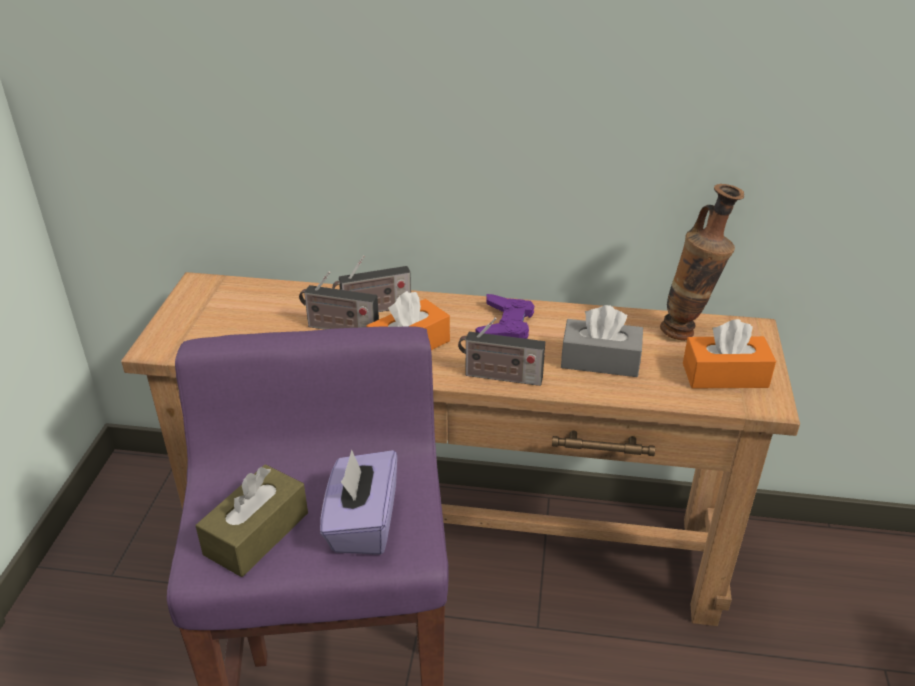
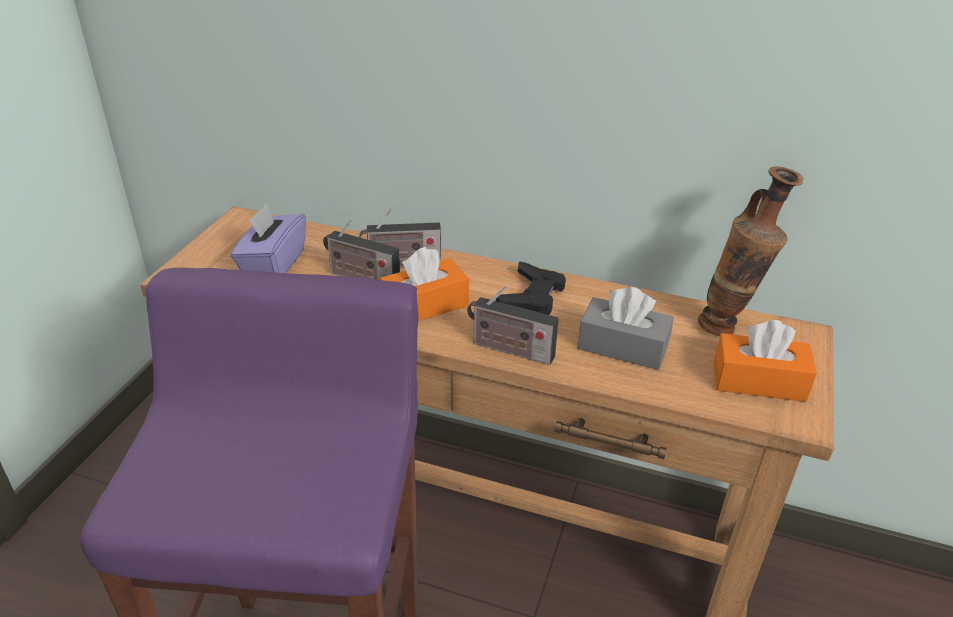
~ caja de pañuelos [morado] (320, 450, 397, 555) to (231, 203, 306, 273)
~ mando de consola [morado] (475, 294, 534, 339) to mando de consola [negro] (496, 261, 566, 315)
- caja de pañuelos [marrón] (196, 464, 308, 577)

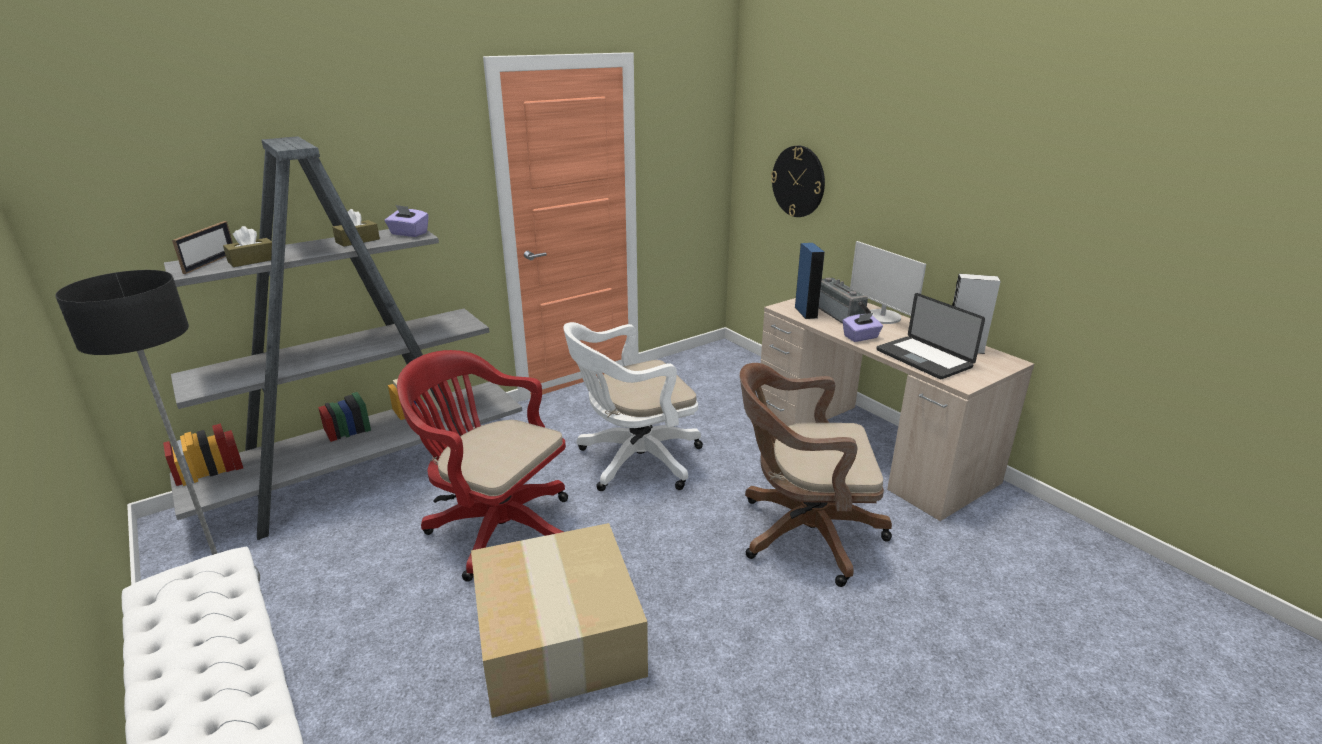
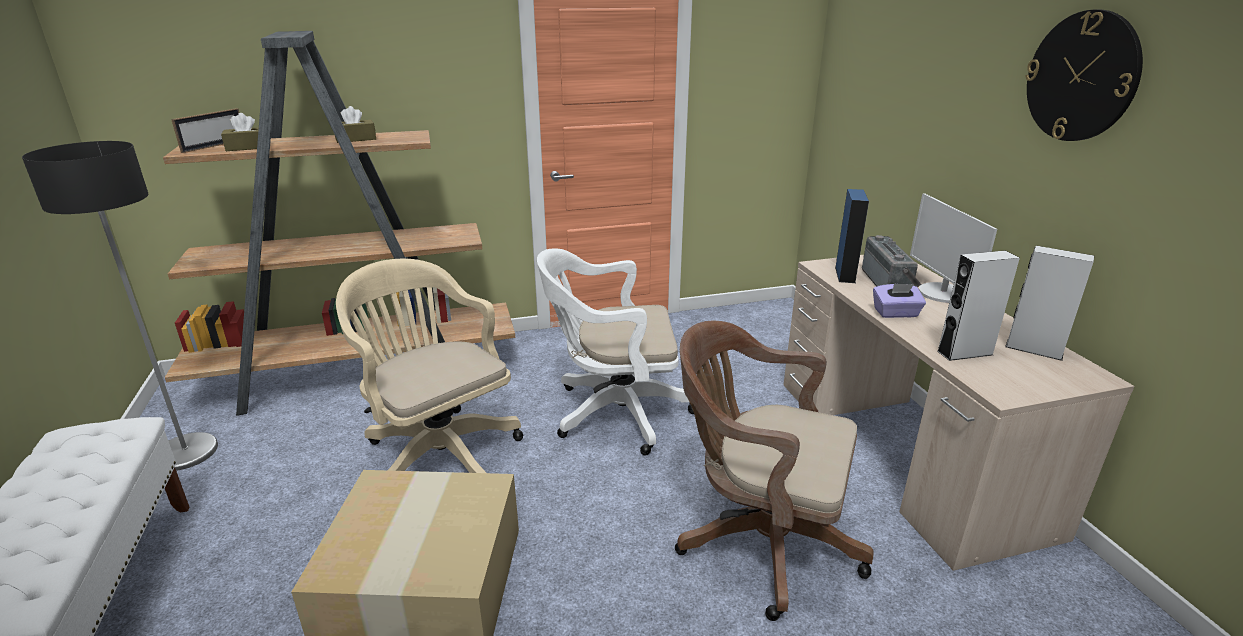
~ estantería [gris] (163, 136, 522, 540) to estantería [marrón] (163, 31, 515, 415)
~ silla de oficina [rojo] (397, 350, 568, 582) to silla de oficina [beis] (336, 259, 524, 473)
~ portátil (877, 293, 985, 379) to altavoz [gris] (937, 251, 1020, 361)
~ reloj de pared (771, 145, 825, 217) to (1025, 10, 1143, 141)
- caja de pañuelos [morado] (385, 205, 429, 237)

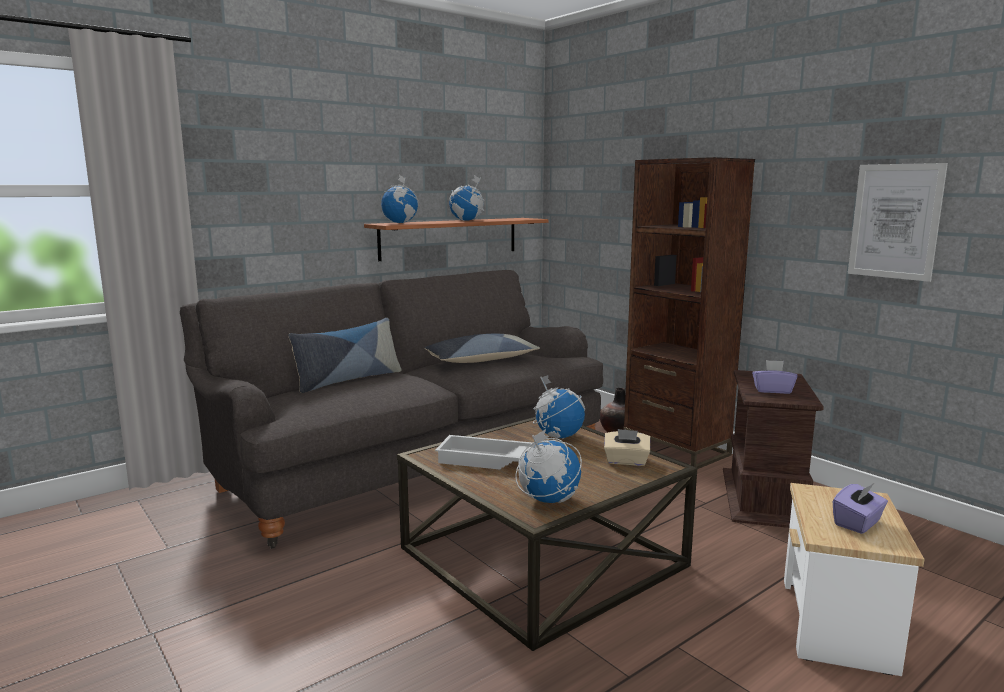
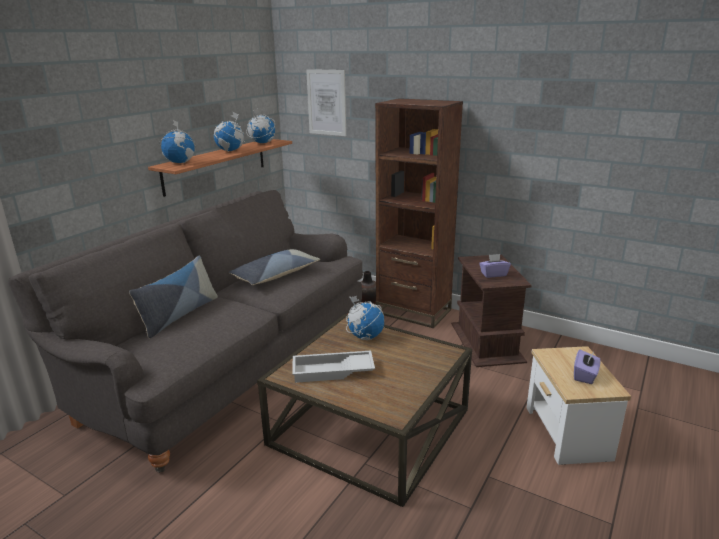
~ globo terráqueo (515, 429, 582, 503) to (246, 108, 275, 143)
~ cuadro (848, 163, 948, 282) to (306, 69, 346, 136)
- caja de pañuelos [beis] (604, 429, 650, 466)

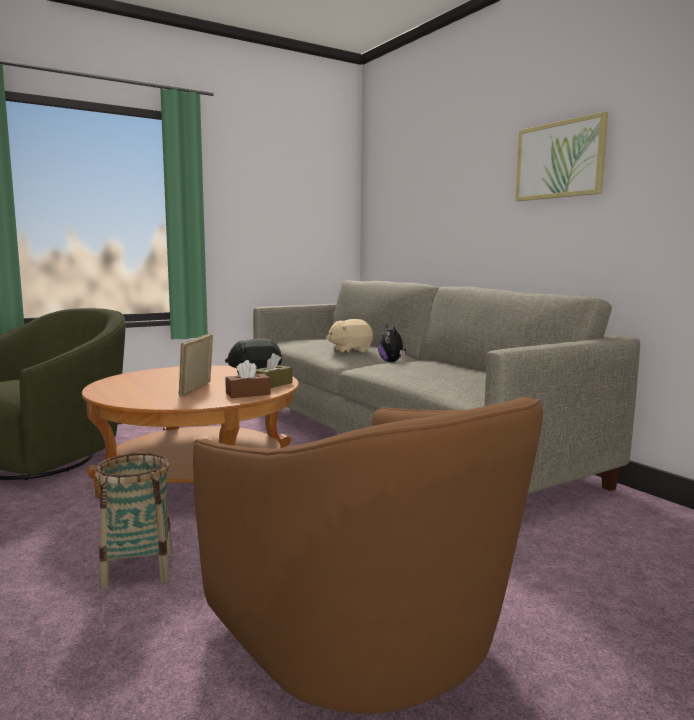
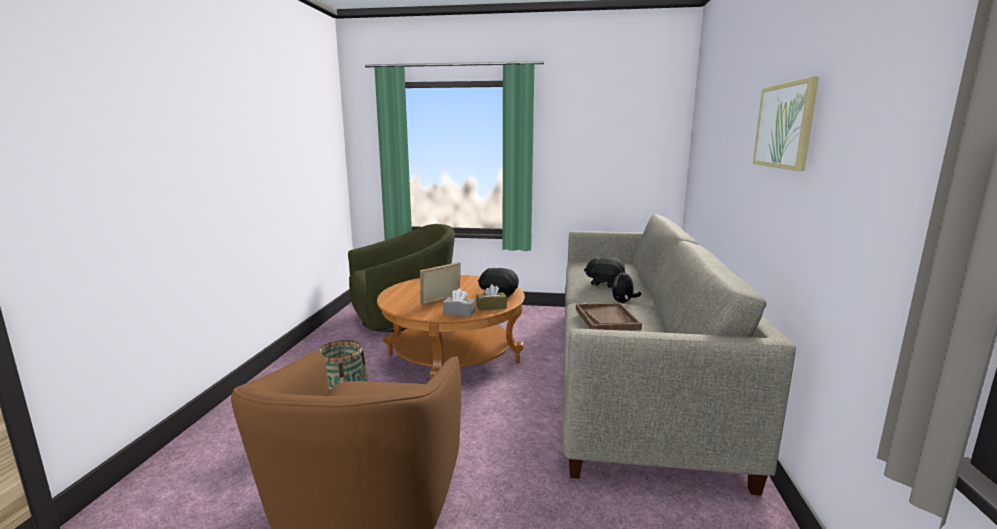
~ caja de pañuelos [marrón] (225, 360, 271, 398) to caja de pañuelos [gris] (443, 289, 476, 317)
+ bandeja [marrón] (576, 302, 642, 330)
~ peluche [beis] (326, 319, 373, 353) to peluche [negro] (584, 257, 625, 288)

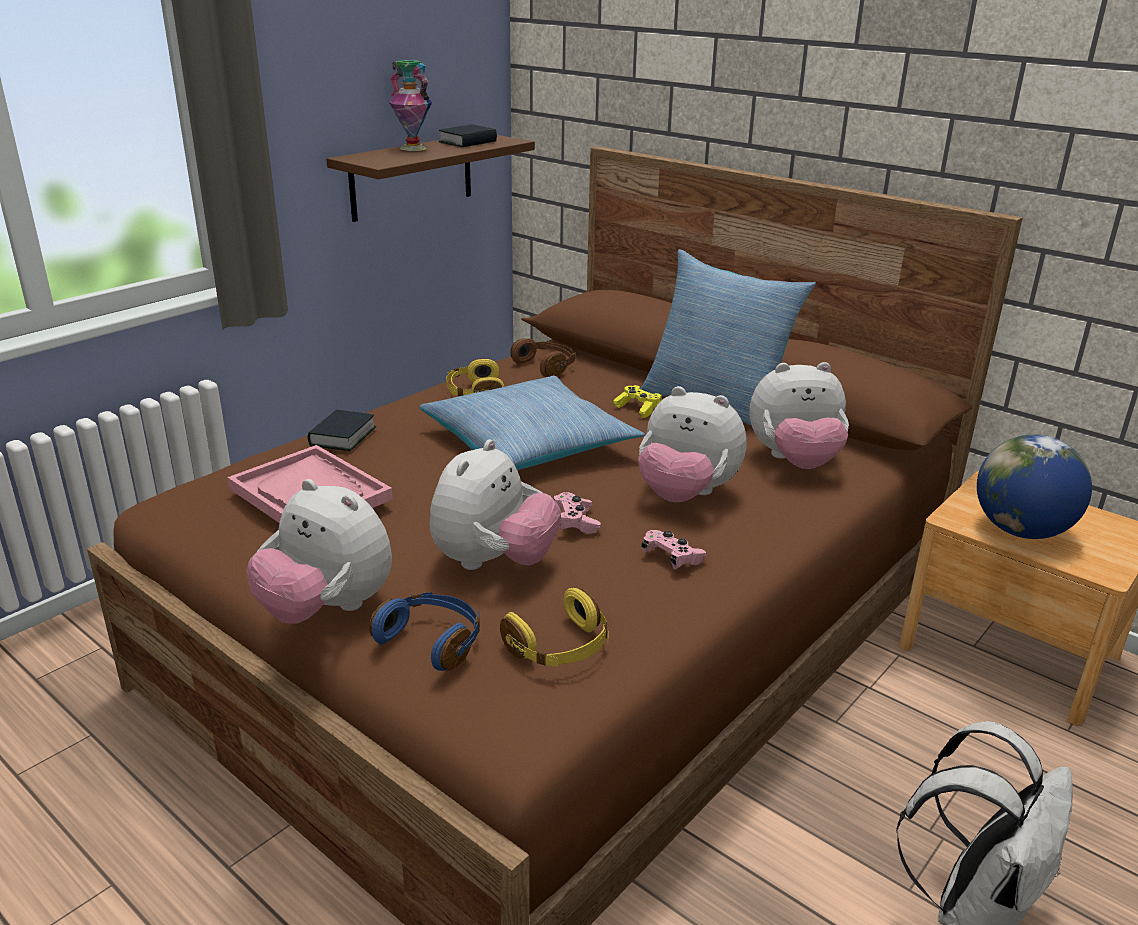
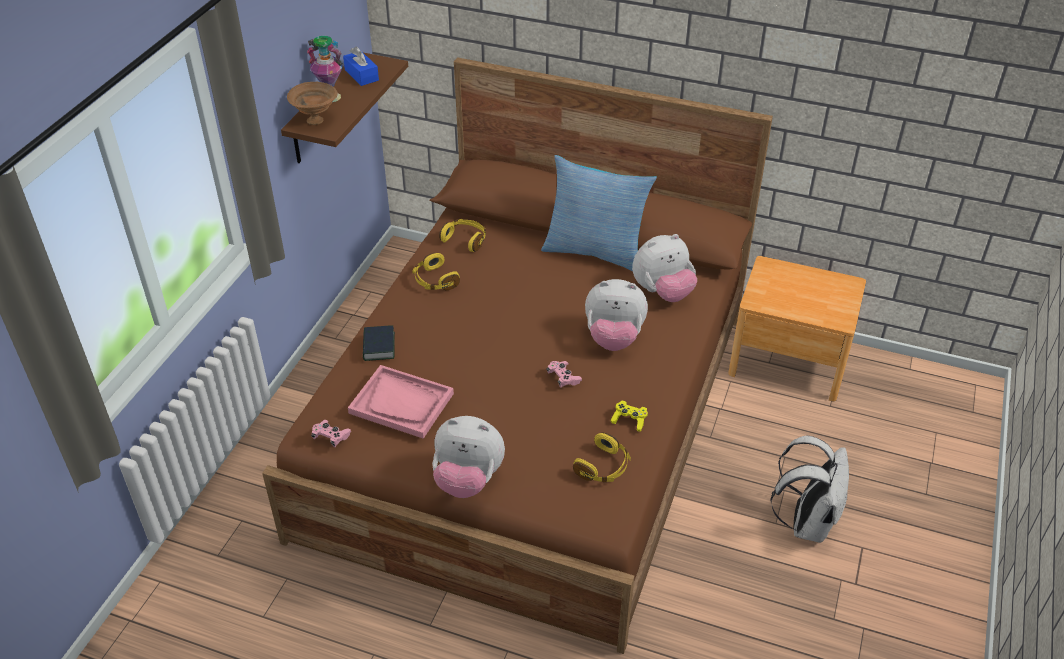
+ cuenco [marrón] (287, 82, 338, 125)
~ mando de consola [rosa] (642, 530, 707, 569) to (311, 420, 351, 447)
~ libro (438, 124, 497, 147) to caja de pañuelos [azul] (343, 47, 379, 86)
~ auriculares [marrón] (510, 338, 576, 377) to auriculares [amarillo] (439, 219, 486, 252)
~ mando de consola [amarillo] (613, 385, 662, 418) to (611, 401, 648, 432)
- auriculares [azul] (369, 592, 480, 671)
- cojín (419, 376, 645, 470)
- peluche (430, 439, 561, 570)
- globo terráqueo (977, 435, 1092, 539)

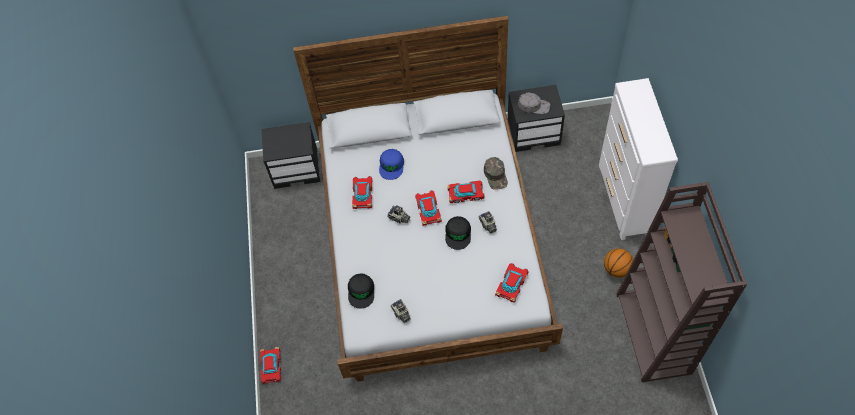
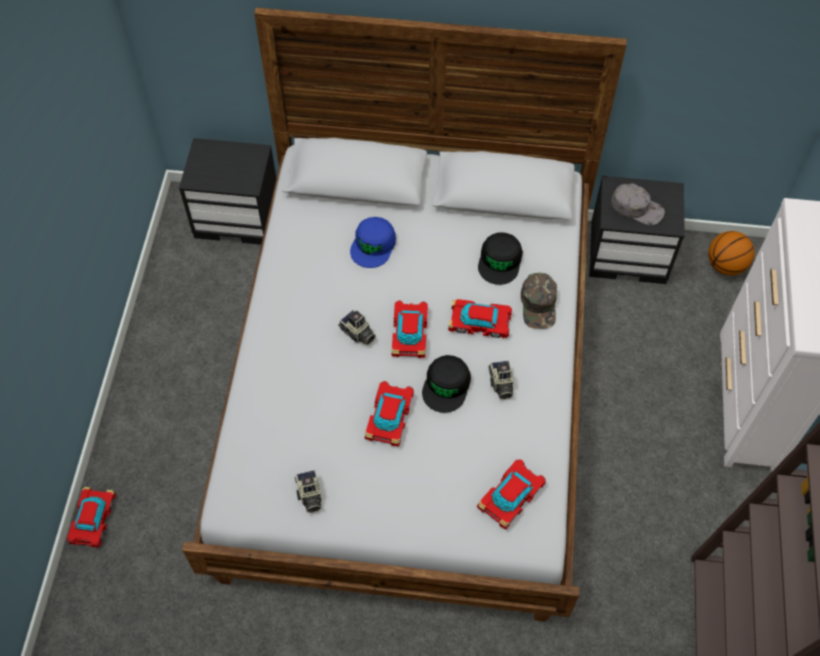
~ coche de juguete (352, 176, 372, 209) to (365, 381, 414, 447)
~ gorra [negro] (348, 273, 374, 309) to (478, 232, 523, 285)
~ balón de baloncesto (604, 249, 633, 278) to (708, 231, 755, 275)

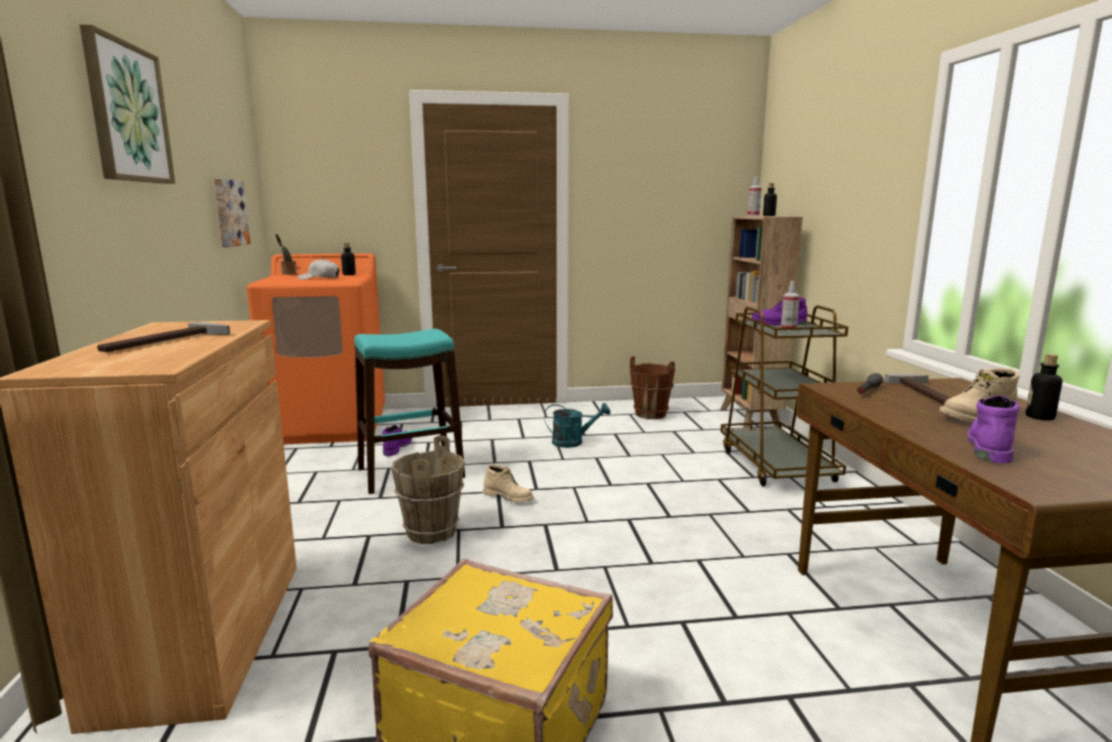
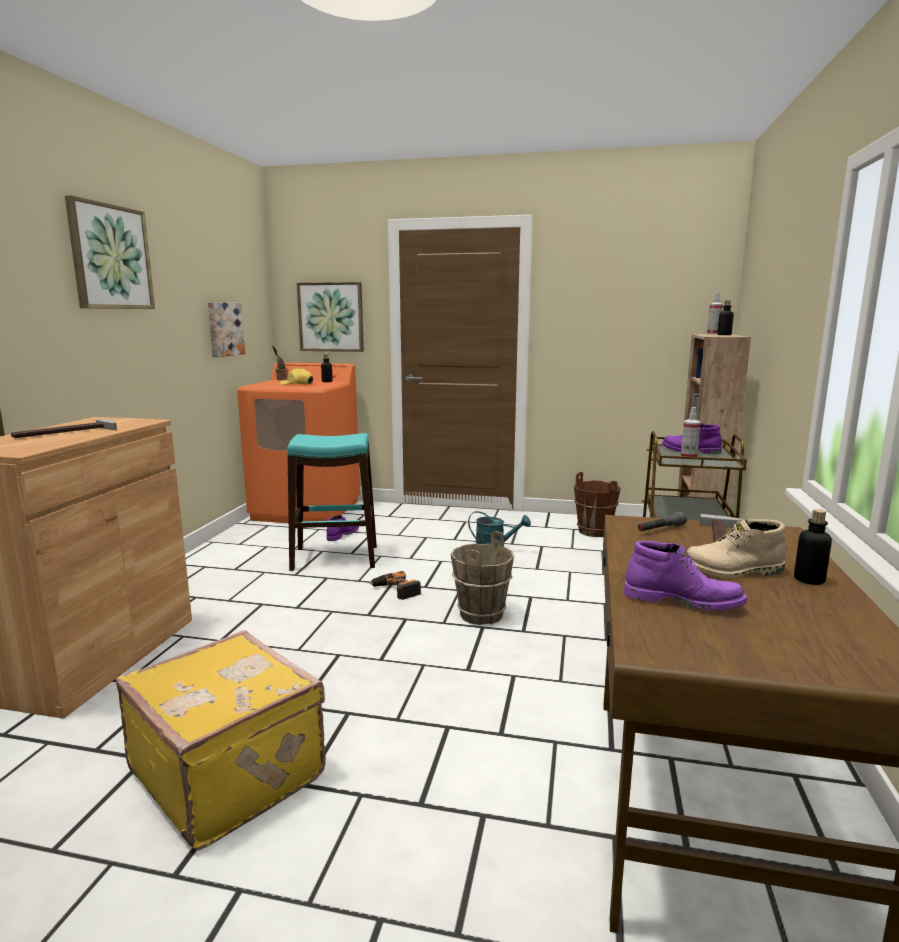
~ gorra [blanco] (298, 259, 339, 280) to gorra [amarillo] (279, 368, 313, 385)
+ cuadro (297, 282, 364, 352)
~ bota [beis] (483, 465, 534, 502) to taladro (370, 571, 421, 600)
~ cubo [marrón] (391, 435, 465, 544) to (451, 531, 514, 625)
~ bota [morado] (968, 395, 1019, 463) = (624, 541, 747, 610) 60 degrees clockwise

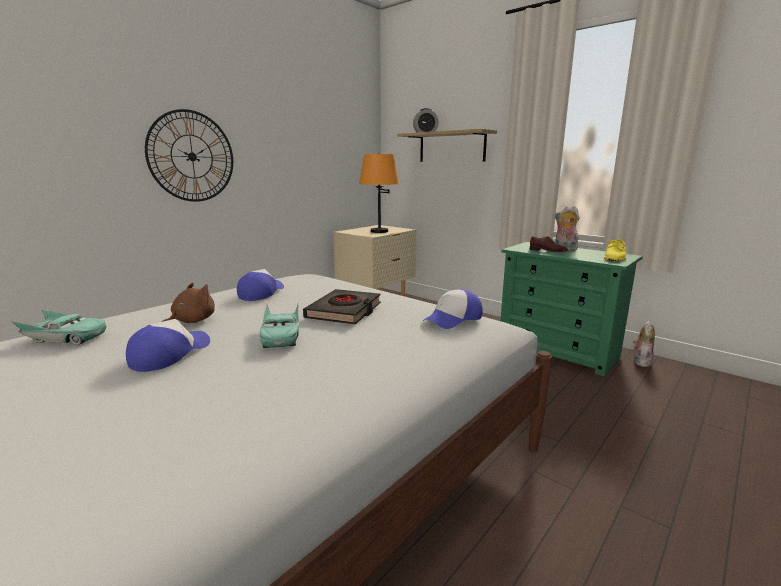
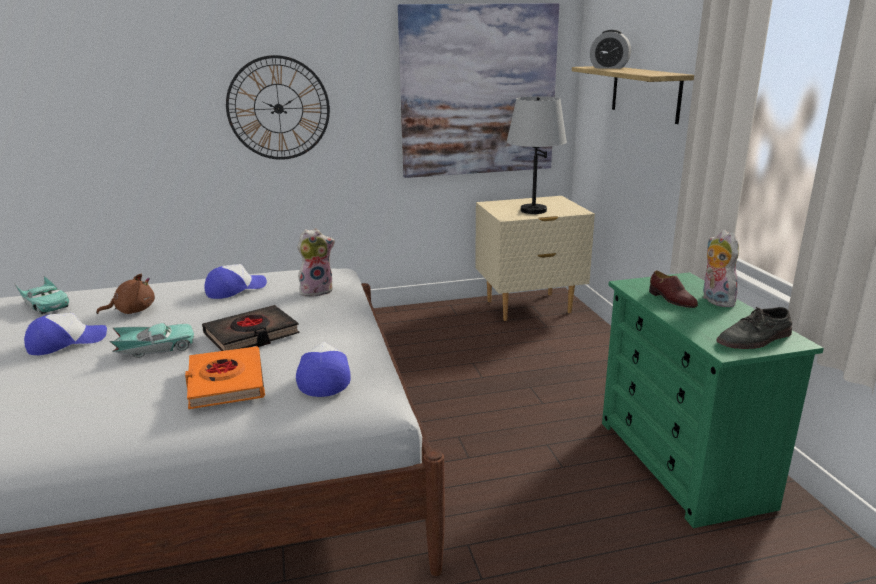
~ coche de juguete [turquesa] (260, 304, 299, 348) = (110, 323, 194, 358) 135 degrees counterclockwise
+ libro [naranja] (185, 346, 265, 409)
~ gorra (423, 289, 483, 329) = (296, 342, 351, 397) 90 degrees clockwise
~ peluche (632, 321, 655, 367) to (297, 228, 335, 297)
+ cuadro (398, 3, 559, 178)
~ lámpara de mesa [naranja] (359, 153, 399, 233) to lámpara de mesa [gris] (507, 96, 567, 214)
~ zapato [amarillo] (604, 239, 626, 261) to zapato [gris] (716, 307, 792, 349)

